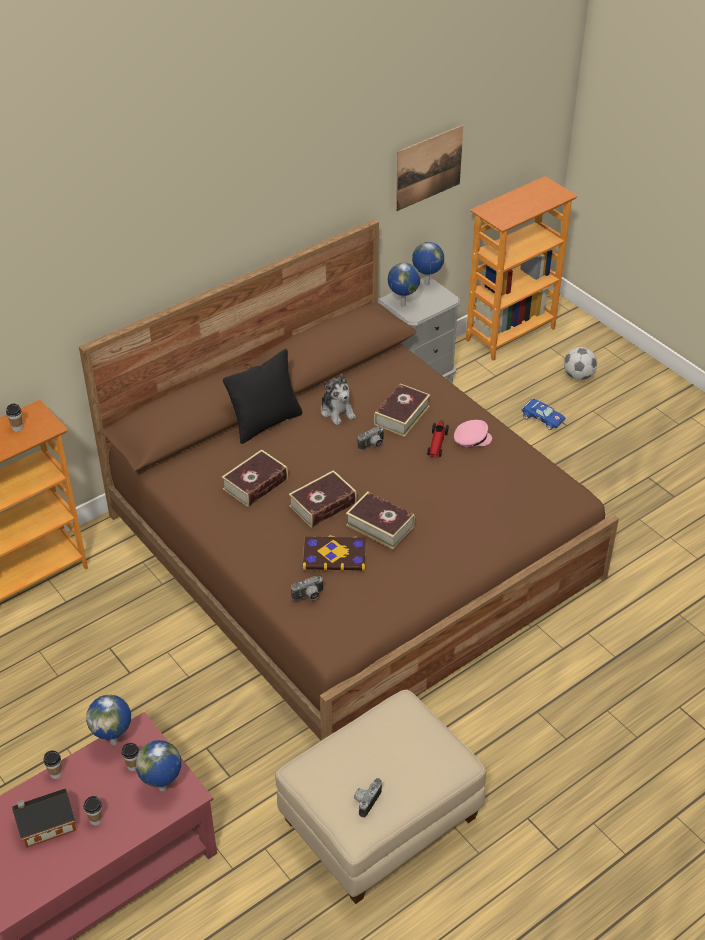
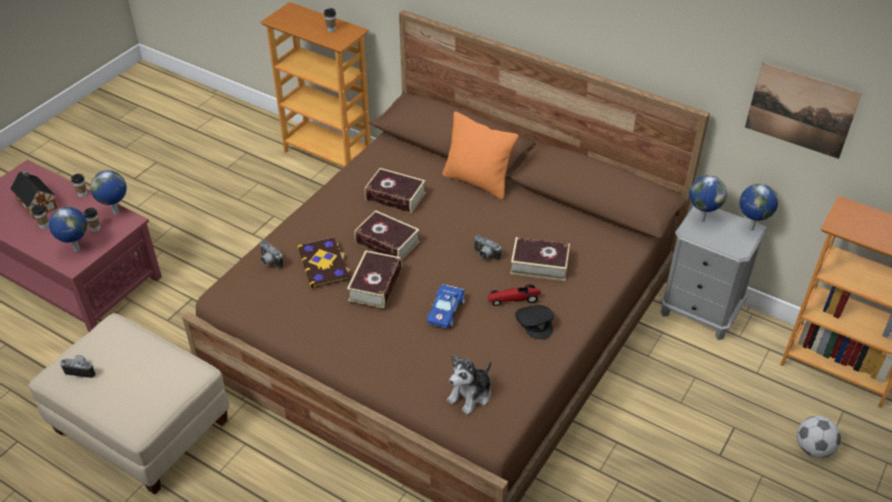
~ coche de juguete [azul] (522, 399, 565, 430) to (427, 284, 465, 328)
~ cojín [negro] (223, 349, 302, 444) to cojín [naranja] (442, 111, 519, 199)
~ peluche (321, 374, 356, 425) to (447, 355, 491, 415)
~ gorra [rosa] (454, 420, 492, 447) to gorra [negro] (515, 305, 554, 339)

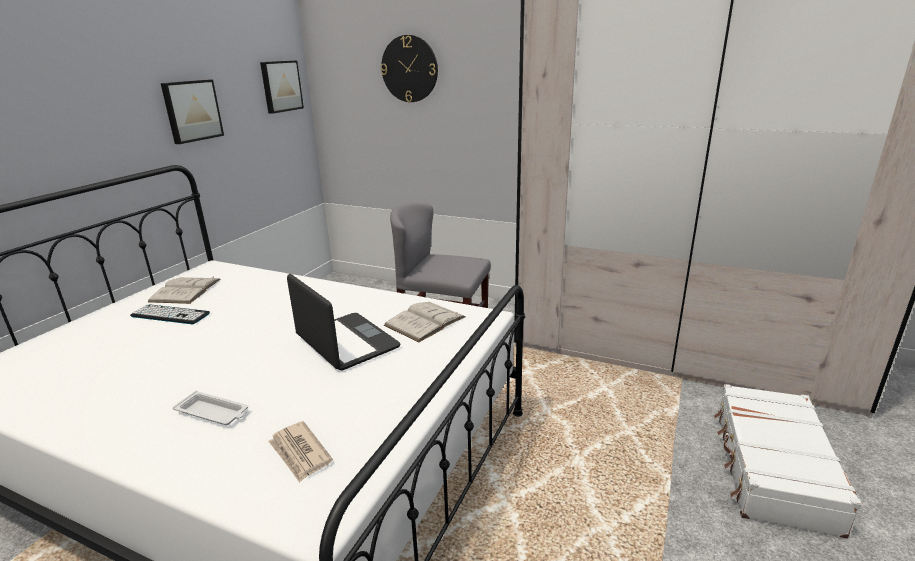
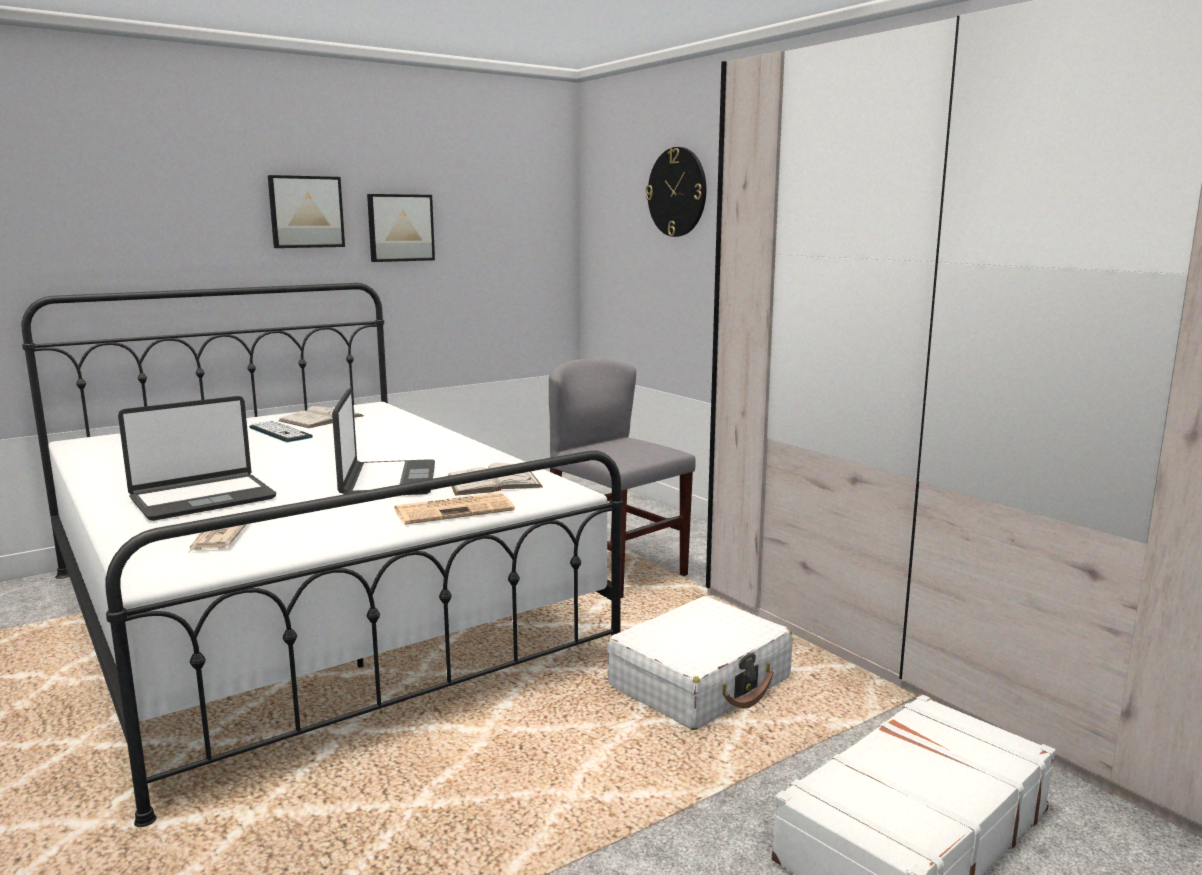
~ bandeja [blanco] (173, 391, 248, 425) to portátil (118, 396, 276, 521)
~ cuadro (260, 60, 304, 114) to (268, 175, 345, 248)
+ periódico (394, 492, 515, 525)
+ maleta [blanco] (607, 596, 793, 730)

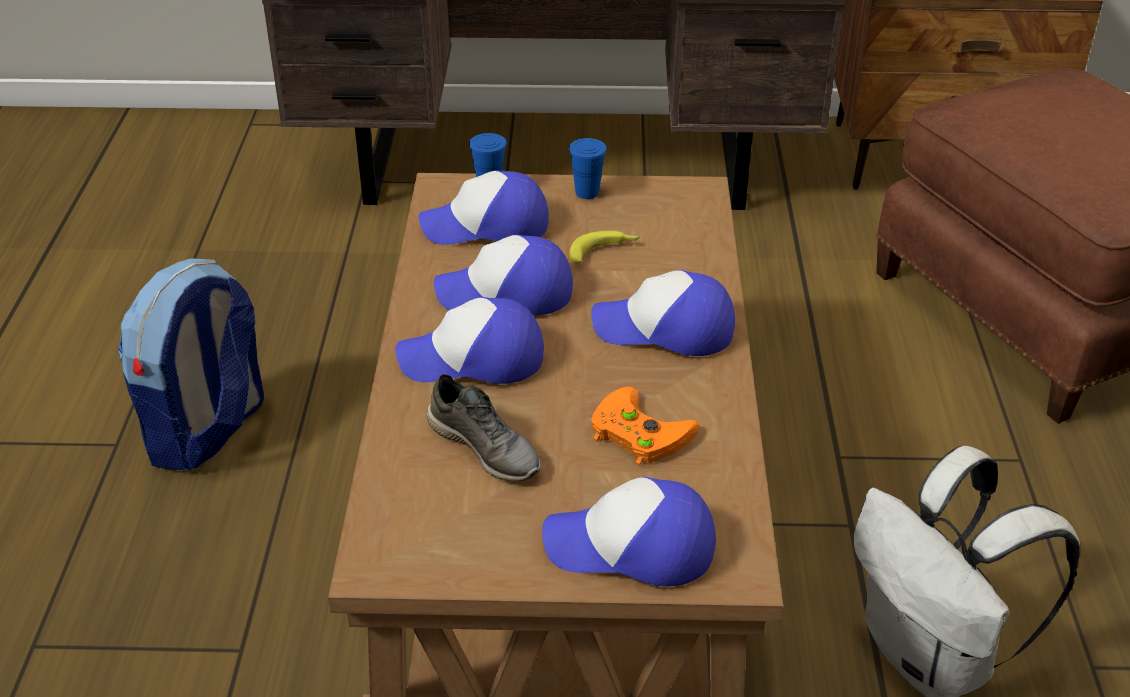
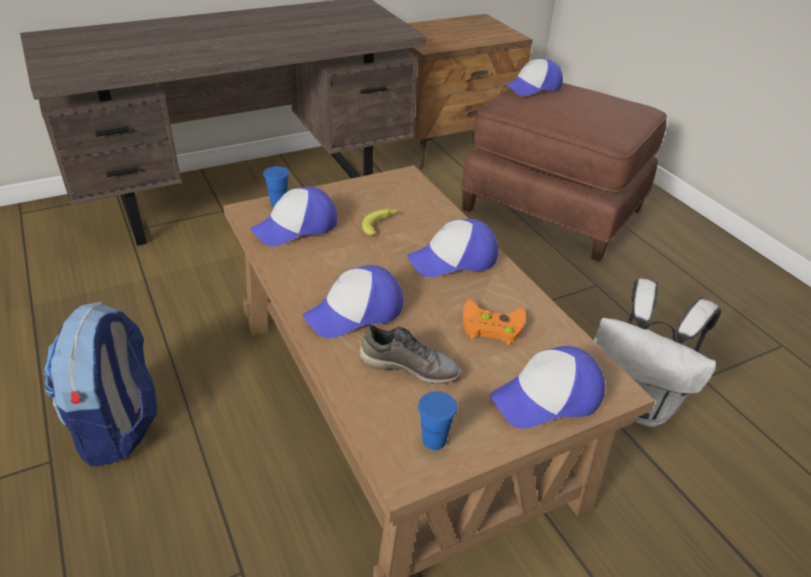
~ taza [azul] (569, 138, 607, 199) to (418, 391, 457, 450)
~ gorra (434, 235, 573, 315) to (504, 59, 563, 96)

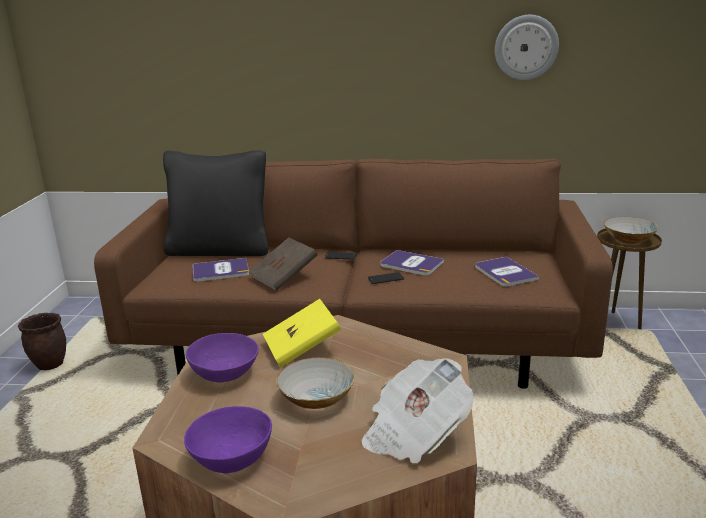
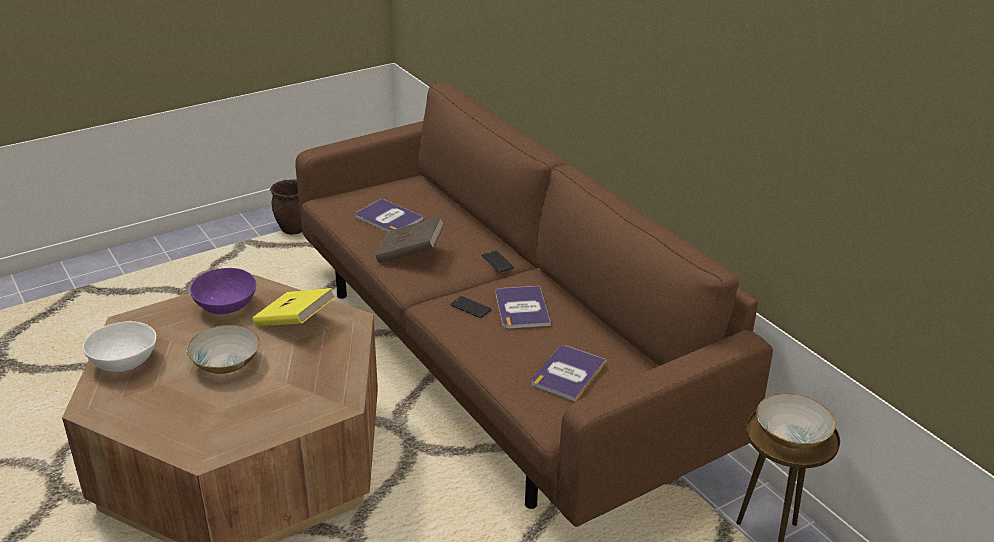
~ cuenco [morado] (184, 406, 272, 473) to cuenco [blanco] (83, 321, 157, 372)
- cojín [negro] (163, 150, 269, 256)
- periódico (361, 358, 474, 463)
- reloj de pared (495, 15, 559, 80)

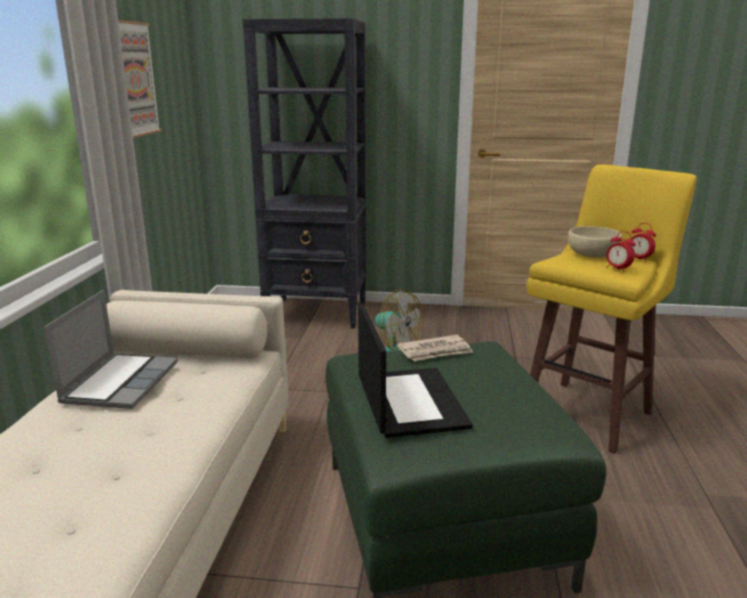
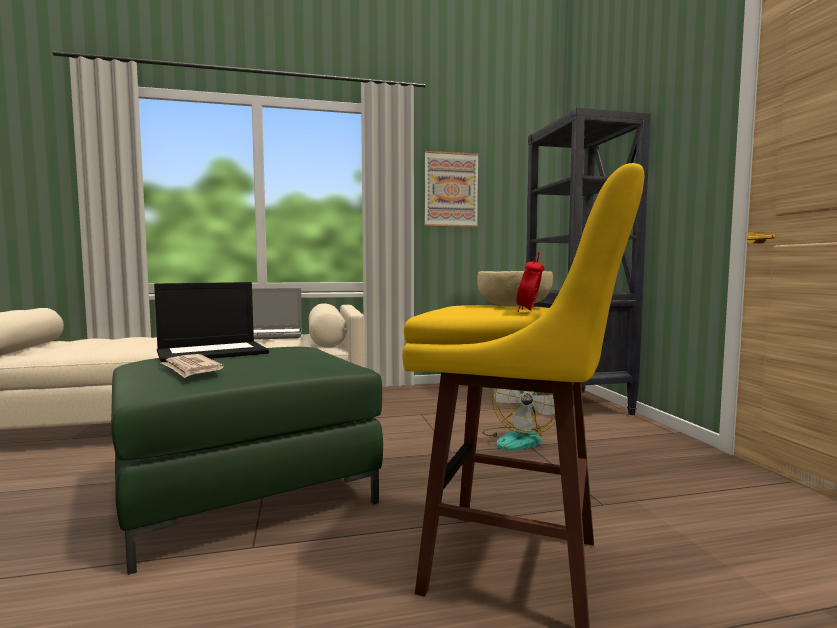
~ periódico (397, 335, 473, 361) to (161, 354, 224, 378)
- despertador (606, 231, 636, 272)

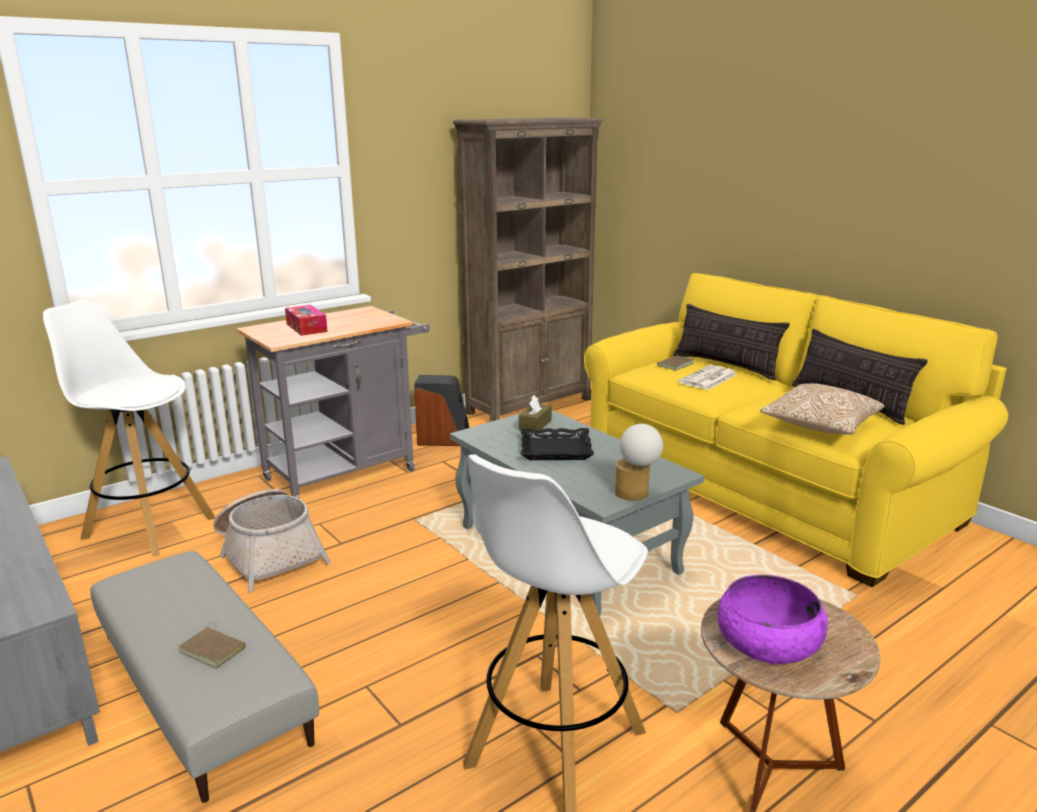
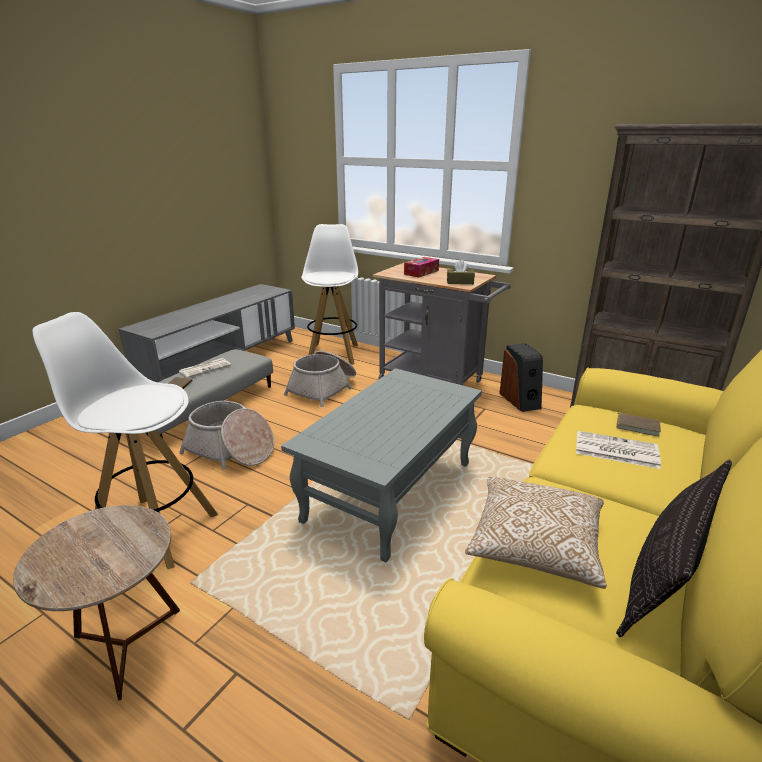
+ periódico (179, 358, 231, 378)
+ cesta (179, 401, 274, 470)
~ caja de pañuelos [marrón] (519, 395, 552, 432) to (447, 260, 475, 284)
- bandeja [negro] (521, 428, 594, 460)
- lámpara de mesa (615, 424, 663, 501)
- cojín (673, 304, 790, 380)
- cuenco [morado] (717, 575, 828, 664)

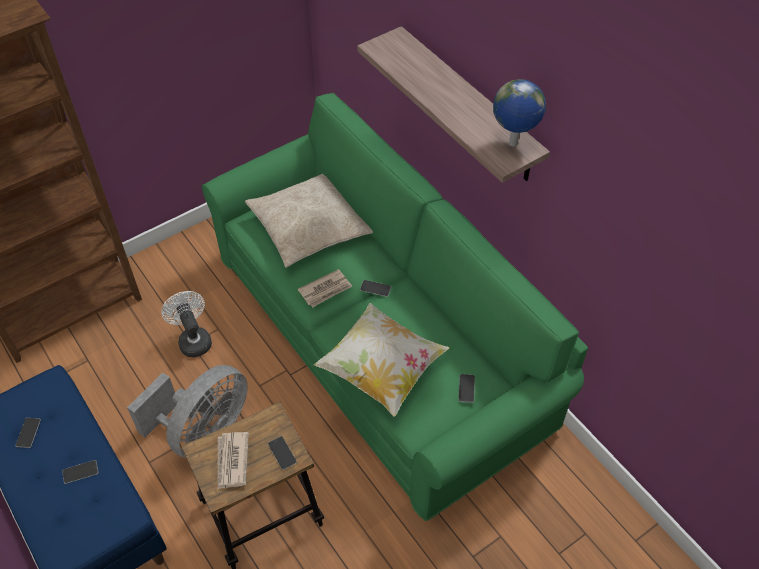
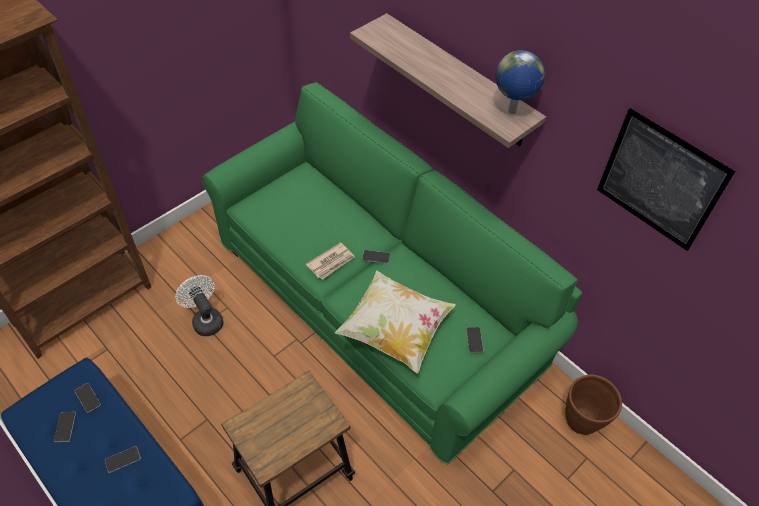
~ móvil (268, 436, 297, 470) to (74, 383, 101, 413)
+ maceta [marrón] (565, 374, 622, 435)
+ cuadro (597, 108, 735, 251)
- ventilador [gris] (127, 365, 248, 458)
- periódico (218, 432, 249, 489)
- cojín [beis] (245, 174, 373, 268)

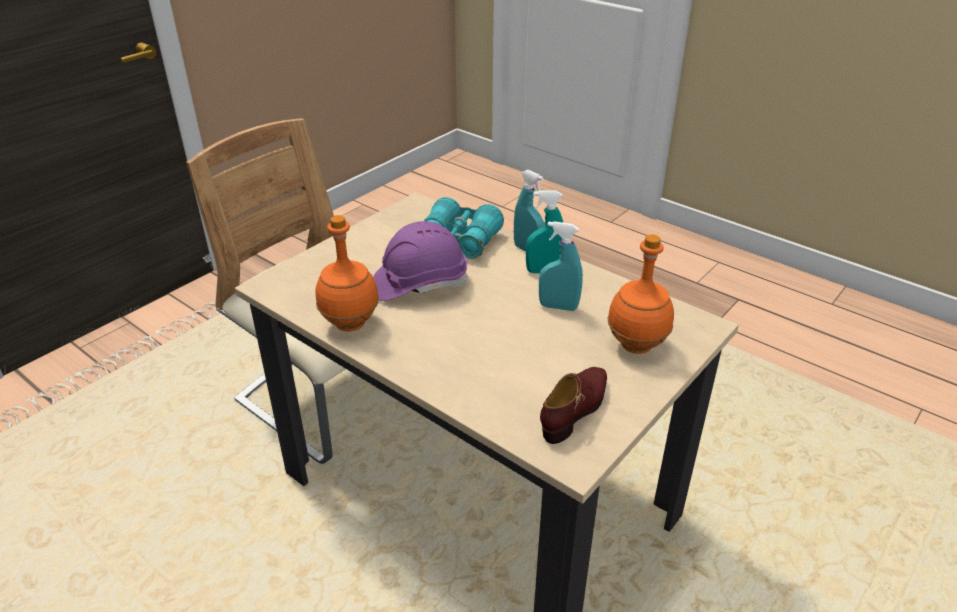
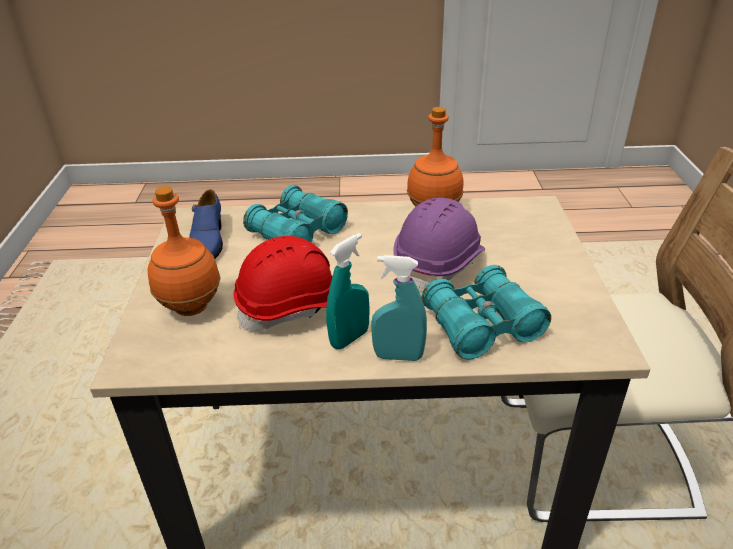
~ zapato [marrón] (540, 367, 607, 444) to zapato [azul] (189, 189, 223, 259)
~ pulverizador [turquesa] (539, 221, 583, 311) to casco [rojo] (233, 236, 333, 331)
+ prismáticos [turquesa] (243, 185, 348, 243)

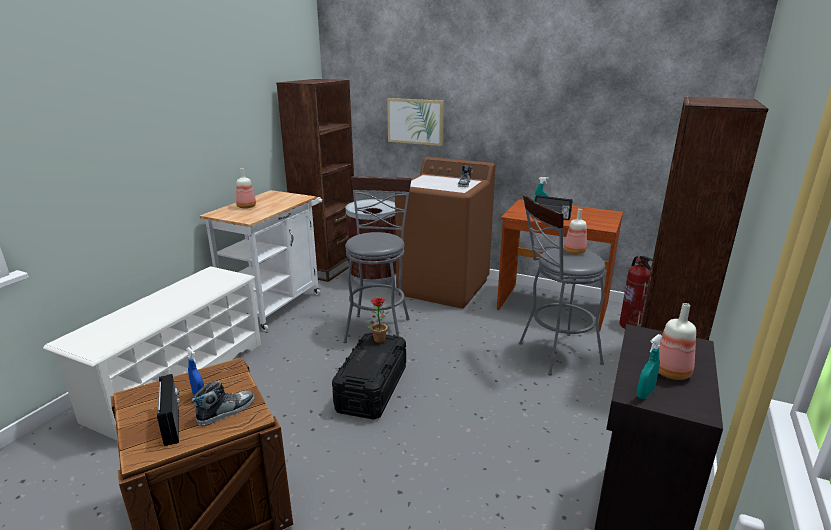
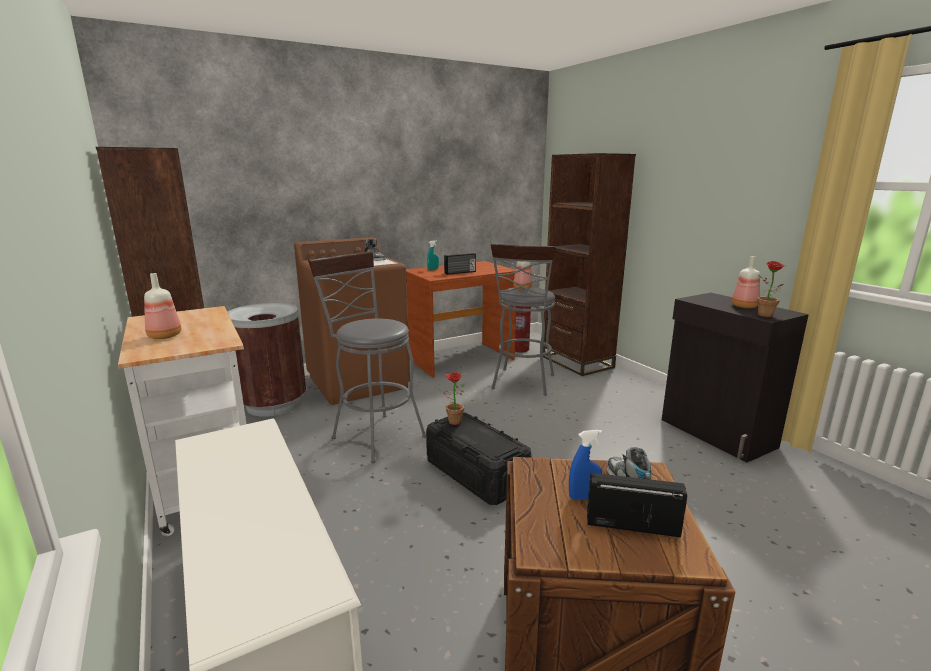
~ pulverizador [turquesa] (637, 334, 663, 399) to planta en maceta (757, 261, 786, 317)
- cuadro (387, 98, 444, 146)

